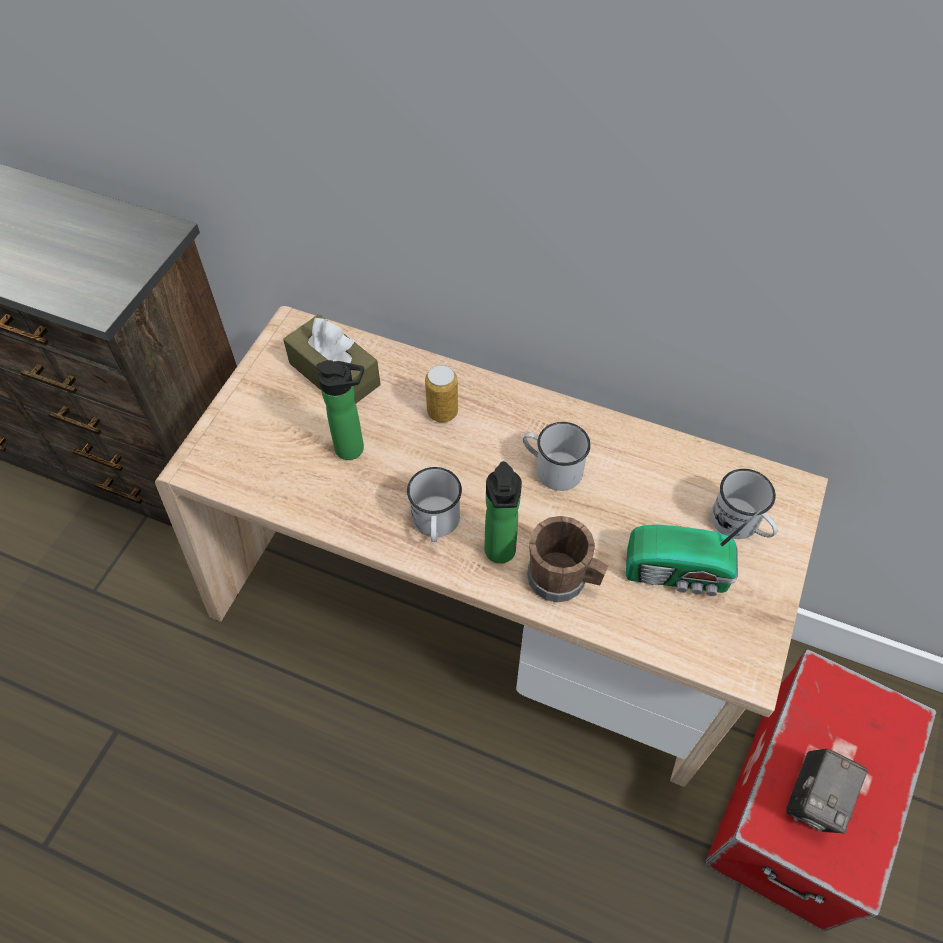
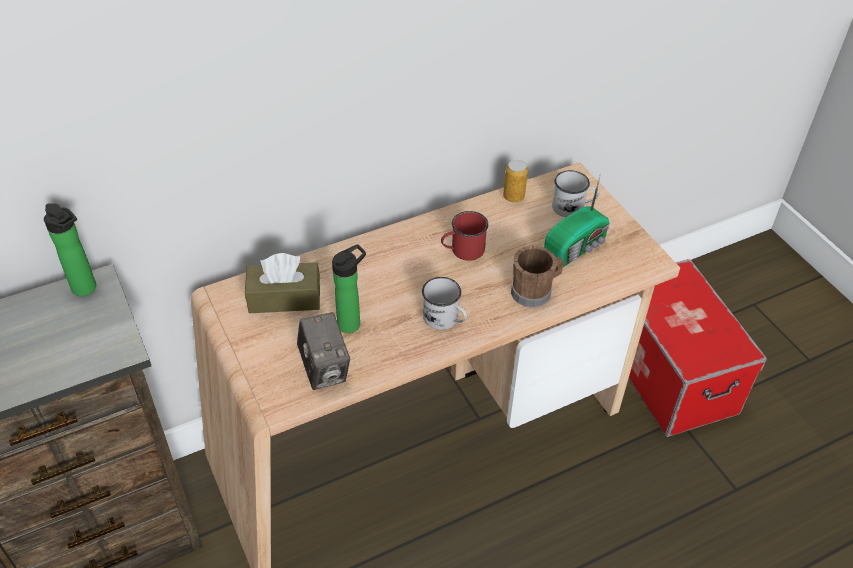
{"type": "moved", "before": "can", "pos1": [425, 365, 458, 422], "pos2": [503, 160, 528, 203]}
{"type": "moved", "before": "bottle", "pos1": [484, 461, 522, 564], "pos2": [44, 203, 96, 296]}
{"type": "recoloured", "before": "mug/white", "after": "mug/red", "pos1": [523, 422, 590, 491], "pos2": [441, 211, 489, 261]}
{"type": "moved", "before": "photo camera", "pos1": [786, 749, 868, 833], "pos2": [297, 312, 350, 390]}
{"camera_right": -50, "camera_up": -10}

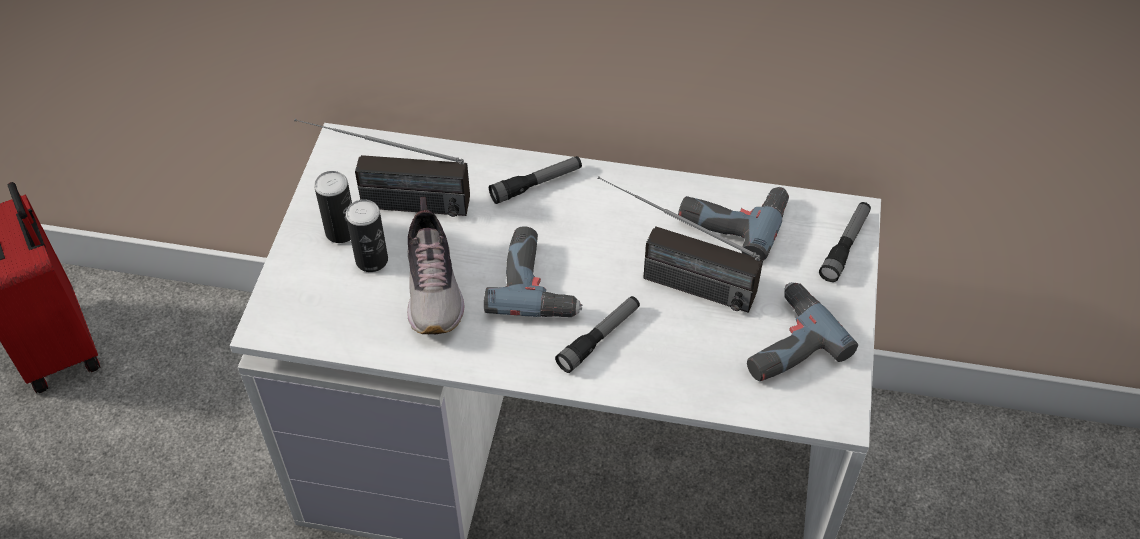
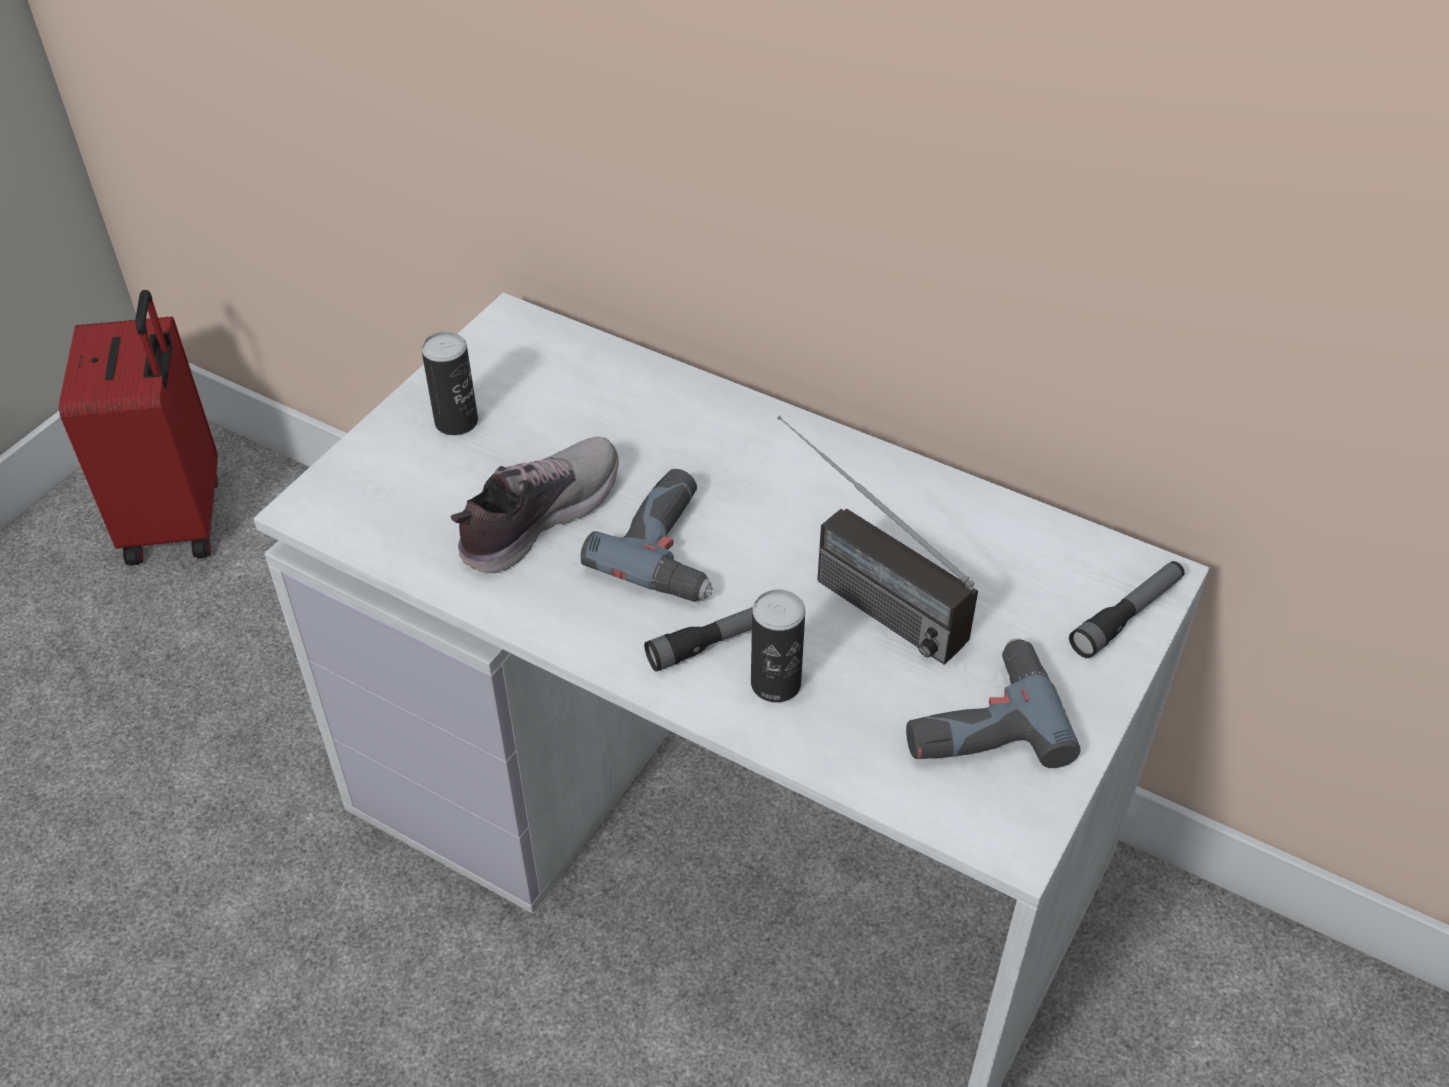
{"type": "removed", "before": "radio", "pos1": [294, 119, 470, 217]}
{"type": "moved", "before": "can", "pos1": [346, 199, 388, 272], "pos2": [751, 589, 805, 702]}
{"type": "turned", "before": "shoe", "pos1": [407, 197, 465, 334], "pos2": [450, 437, 619, 573], "turn": -150}
{"type": "removed", "before": "flashlight", "pos1": [489, 156, 582, 204]}
{"type": "removed", "before": "power drill", "pos1": [678, 187, 789, 260]}
{"camera_right": 20, "camera_up": -5}

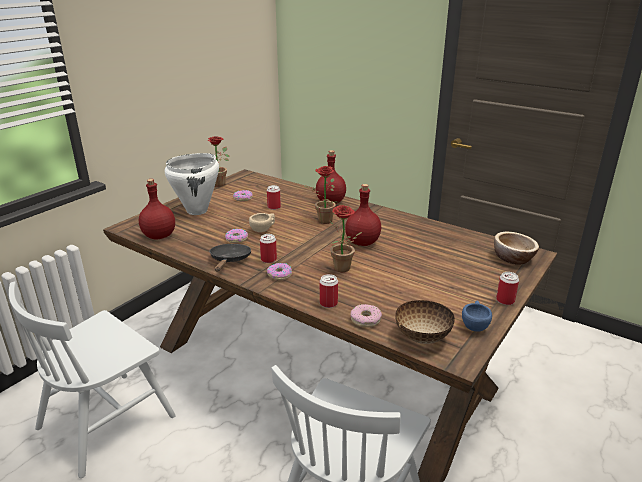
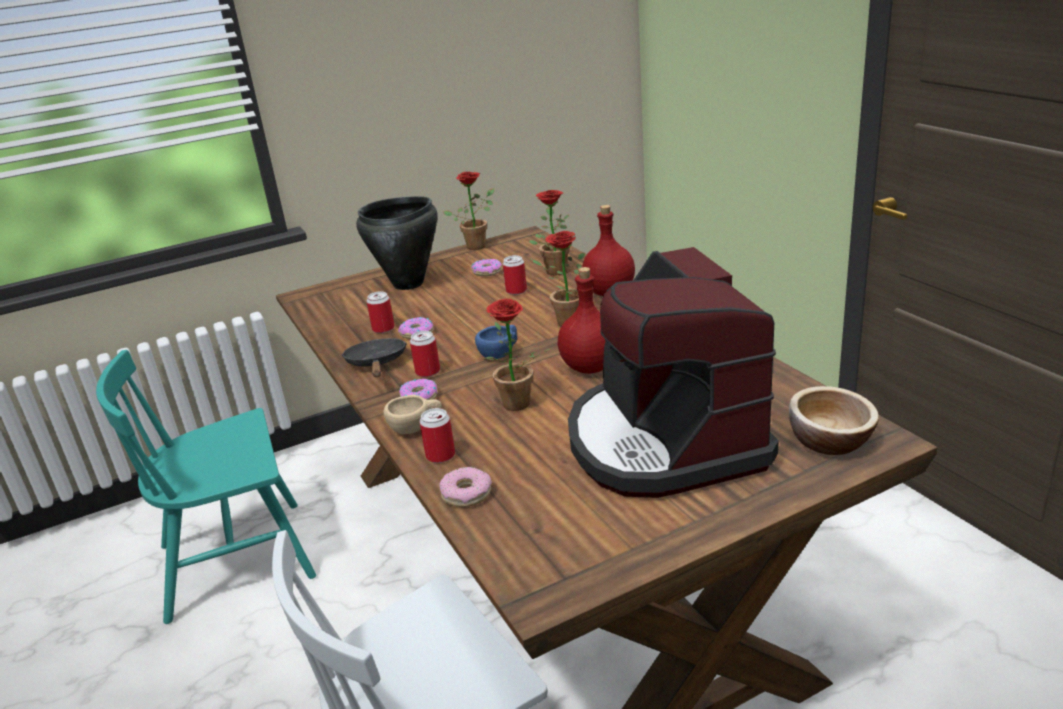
{"type": "recoloured", "before": "chair/white", "after": "chair/turquoise", "pos1": [9, 282, 176, 478], "pos2": [96, 350, 316, 624]}
{"type": "removed", "before": "bottle/red", "pos1": [139, 179, 175, 240]}
{"type": "recoloured", "before": "cooking pot/white", "after": "cooking pot/black", "pos1": [165, 153, 219, 215], "pos2": [356, 196, 438, 290]}
{"type": "turned", "before": "frying pan/black", "pos1": [210, 244, 251, 271], "pos2": [341, 338, 407, 377], "turn": -45}
{"type": "moved", "before": "cup/beige", "pos1": [249, 213, 275, 232], "pos2": [383, 395, 442, 434]}
{"type": "removed", "before": "bowl", "pos1": [395, 300, 455, 344]}
{"type": "moved", "before": "cup/blue", "pos1": [462, 300, 492, 331], "pos2": [475, 325, 517, 359]}
{"type": "moved", "before": "can", "pos1": [496, 272, 519, 305], "pos2": [367, 291, 395, 333]}
{"type": "added", "after": "potted plant", "pos2": [529, 190, 570, 276]}
{"type": "added", "after": "coffee machine", "pos2": [568, 247, 779, 498]}
{"camera_right": 30, "camera_up": 0}

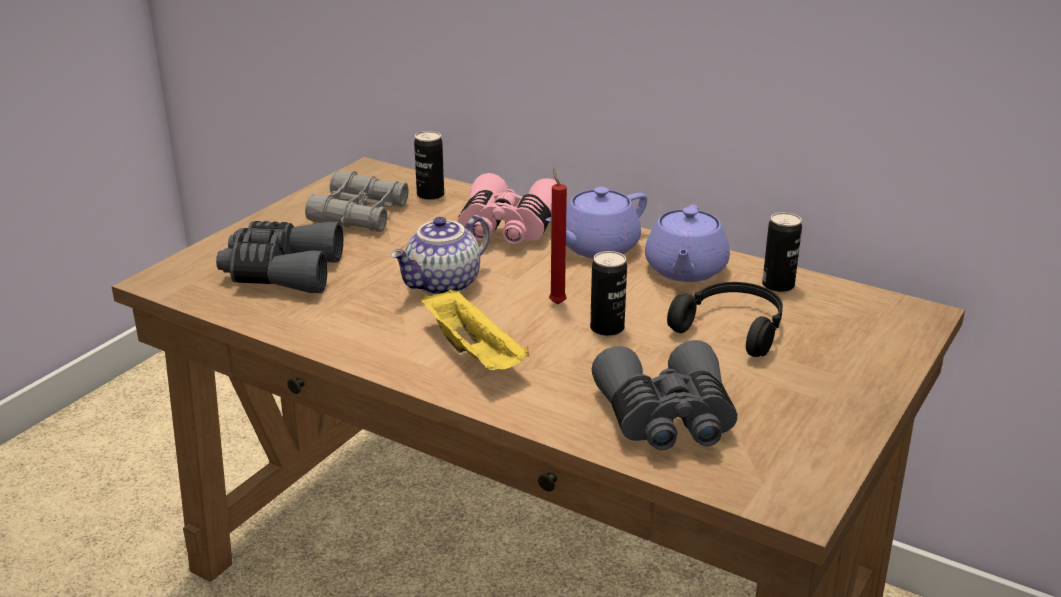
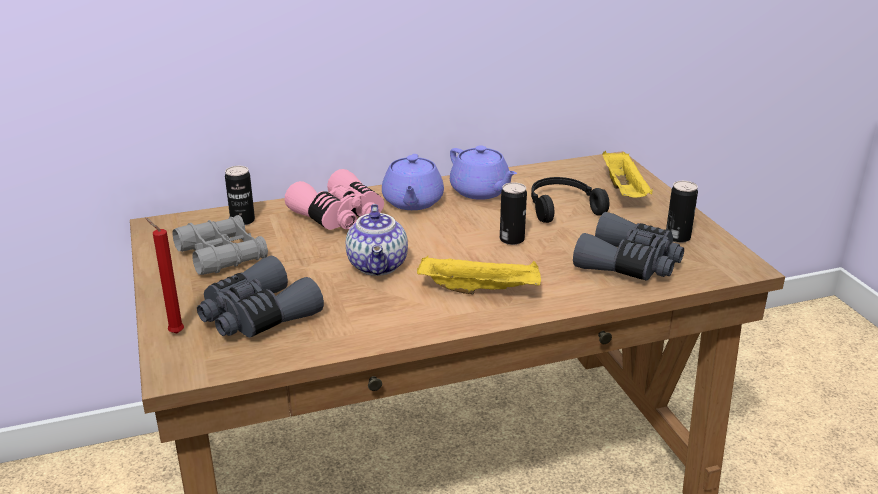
{"type": "moved", "before": "candle/red", "pos1": [549, 167, 567, 304], "pos2": [145, 218, 184, 334]}
{"type": "moved", "before": "can", "pos1": [762, 212, 802, 292], "pos2": [666, 181, 698, 243]}
{"type": "added", "after": "tray/yellow", "pos2": [602, 151, 653, 198]}
{"camera_right": -50, "camera_up": 0}

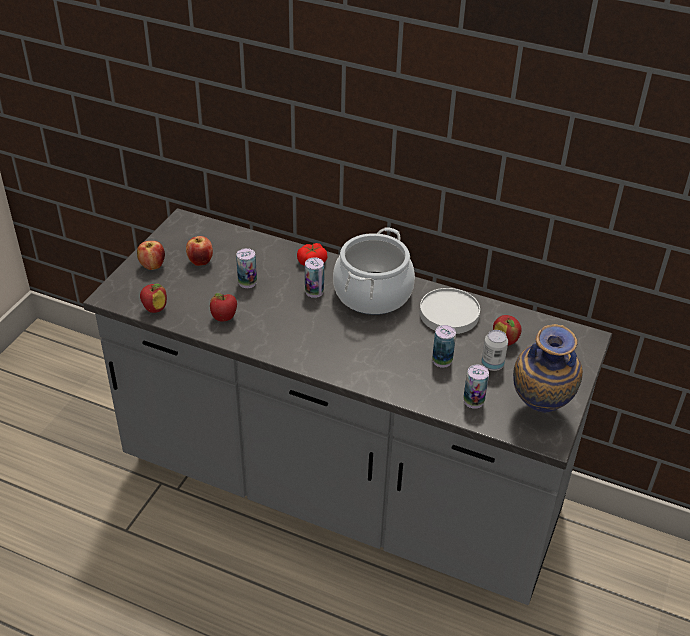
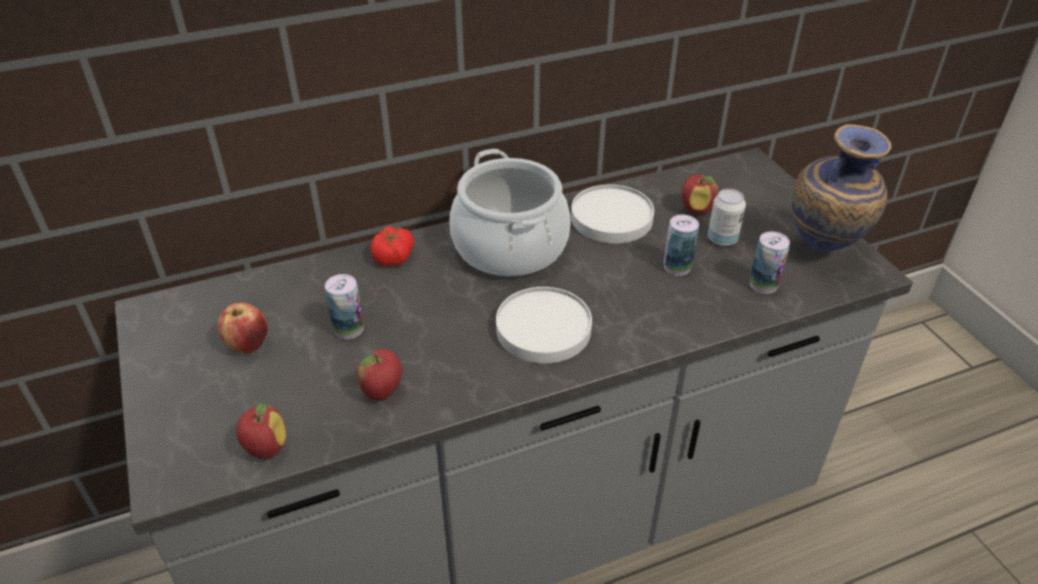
{"type": "removed", "before": "apple", "pos1": [137, 241, 165, 270]}
{"type": "removed", "before": "can", "pos1": [305, 257, 324, 298]}
{"type": "added", "after": "plate/white", "pos2": [496, 287, 592, 363]}
{"camera_right": -45, "camera_up": 0}

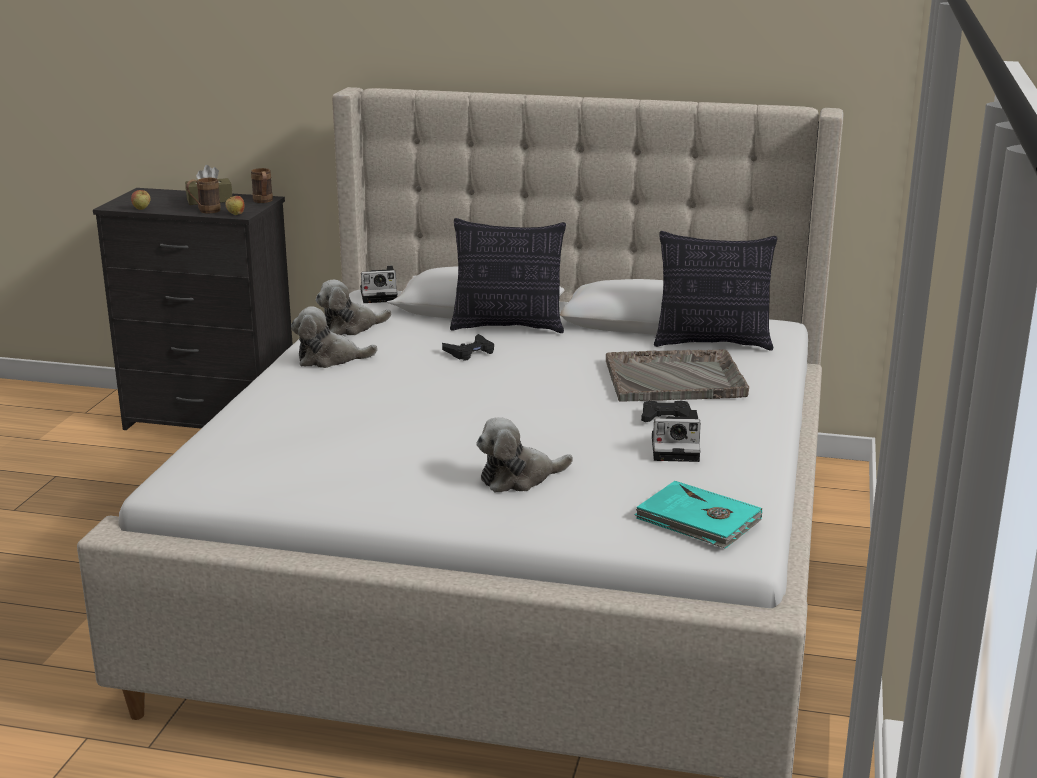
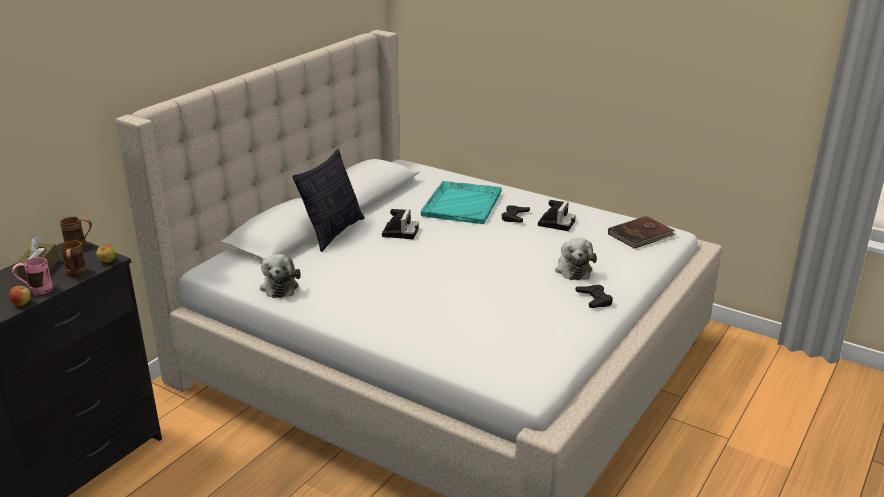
{"type": "removed", "before": "plush toy", "pos1": [291, 306, 378, 368]}
{"type": "moved", "before": "photo camera", "pos1": [360, 266, 398, 303], "pos2": [382, 209, 419, 239]}
{"type": "moved", "before": "game controller/black", "pos1": [442, 334, 494, 361], "pos2": [575, 285, 613, 308]}
{"type": "recoloured", "before": "tray/grey", "after": "tray/turquoise", "pos1": [606, 349, 749, 402], "pos2": [421, 181, 501, 224]}
{"type": "recoloured", "before": "book/turquoise", "after": "book/brown", "pos1": [634, 481, 762, 549], "pos2": [608, 216, 676, 249]}
{"type": "removed", "before": "pillow", "pos1": [654, 231, 777, 350]}
{"type": "added", "after": "mug/pink", "pos2": [12, 257, 53, 295]}
{"camera_right": -70, "camera_up": 5}

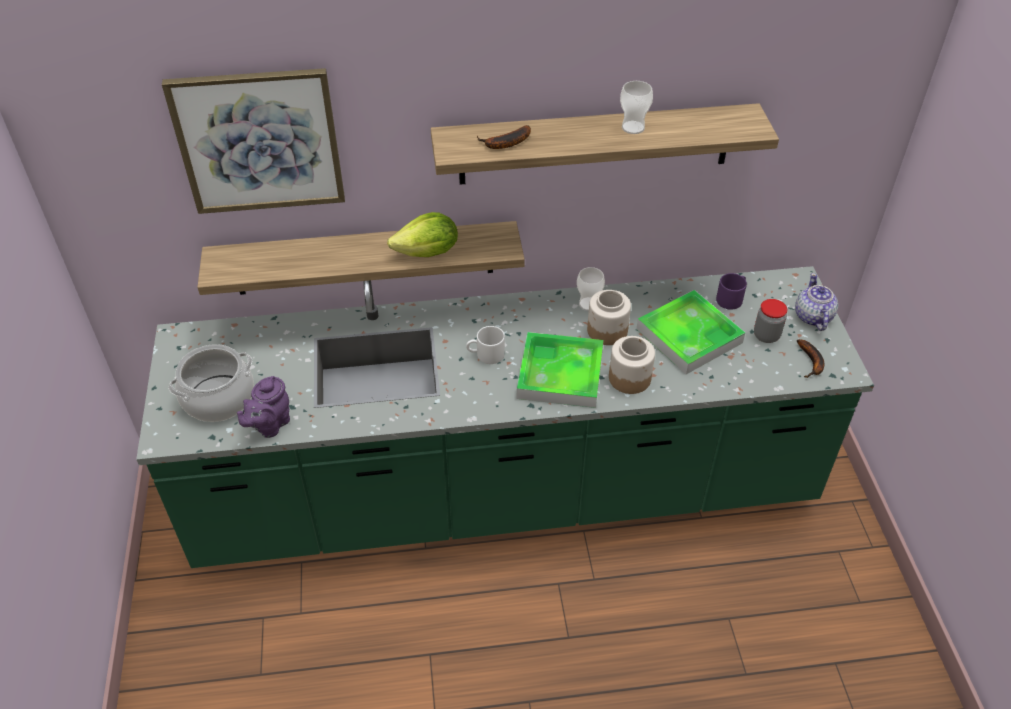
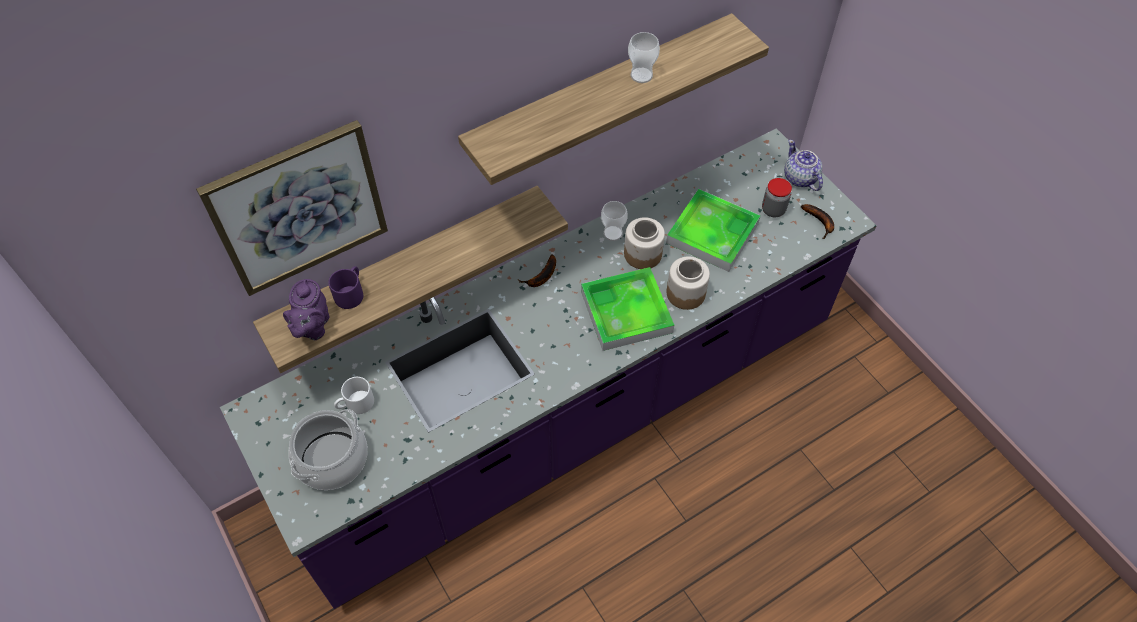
{"type": "recoloured", "before": "counter/green", "after": "counter/purple", "pos1": [136, 266, 874, 568], "pos2": [220, 128, 877, 609]}
{"type": "moved", "before": "teapot/purple", "pos1": [237, 376, 290, 438], "pos2": [283, 279, 329, 340]}
{"type": "removed", "before": "lettuce", "pos1": [387, 212, 458, 257]}
{"type": "moved", "before": "mug/white", "pos1": [466, 326, 505, 364], "pos2": [334, 377, 374, 414]}
{"type": "moved", "before": "banana", "pos1": [477, 125, 531, 149], "pos2": [517, 254, 556, 287]}
{"type": "moved", "before": "mug/purple", "pos1": [716, 273, 747, 310], "pos2": [328, 266, 363, 309]}
{"camera_right": -25, "camera_up": 10}

